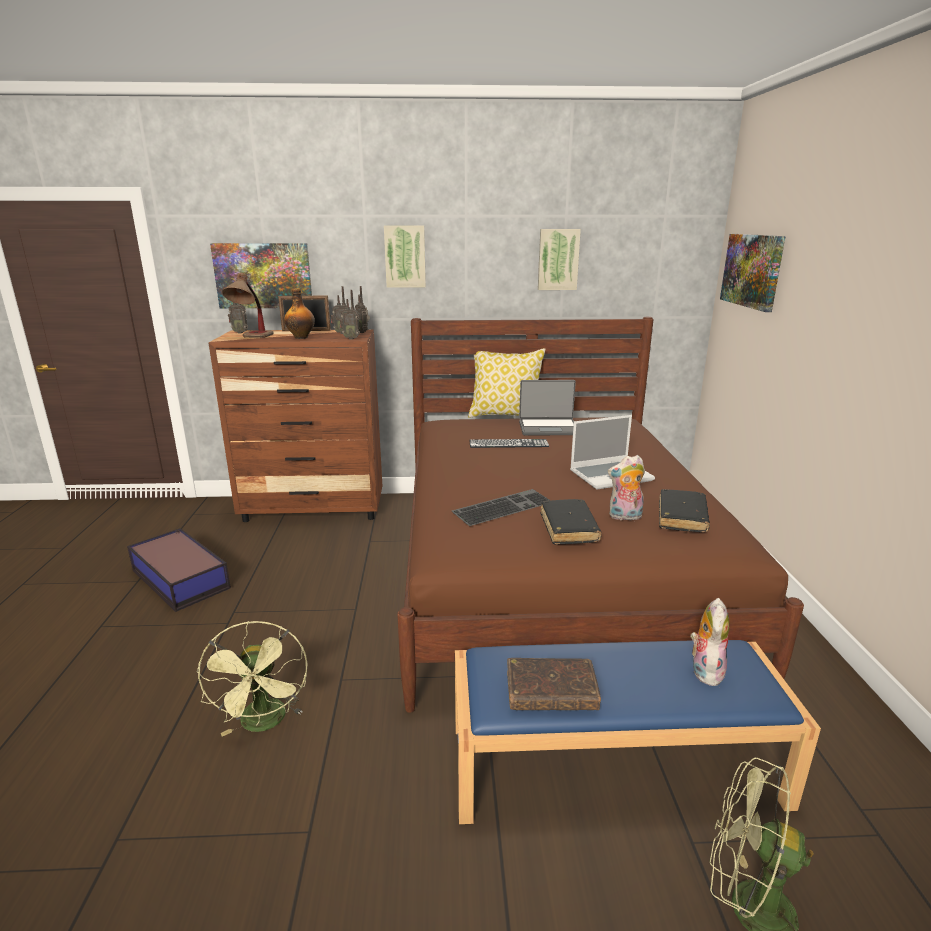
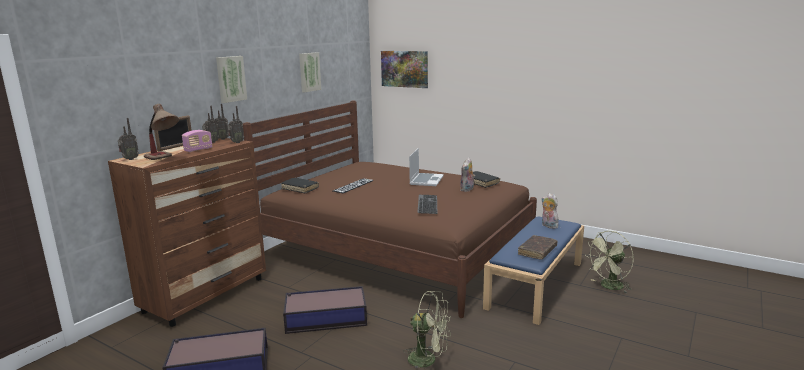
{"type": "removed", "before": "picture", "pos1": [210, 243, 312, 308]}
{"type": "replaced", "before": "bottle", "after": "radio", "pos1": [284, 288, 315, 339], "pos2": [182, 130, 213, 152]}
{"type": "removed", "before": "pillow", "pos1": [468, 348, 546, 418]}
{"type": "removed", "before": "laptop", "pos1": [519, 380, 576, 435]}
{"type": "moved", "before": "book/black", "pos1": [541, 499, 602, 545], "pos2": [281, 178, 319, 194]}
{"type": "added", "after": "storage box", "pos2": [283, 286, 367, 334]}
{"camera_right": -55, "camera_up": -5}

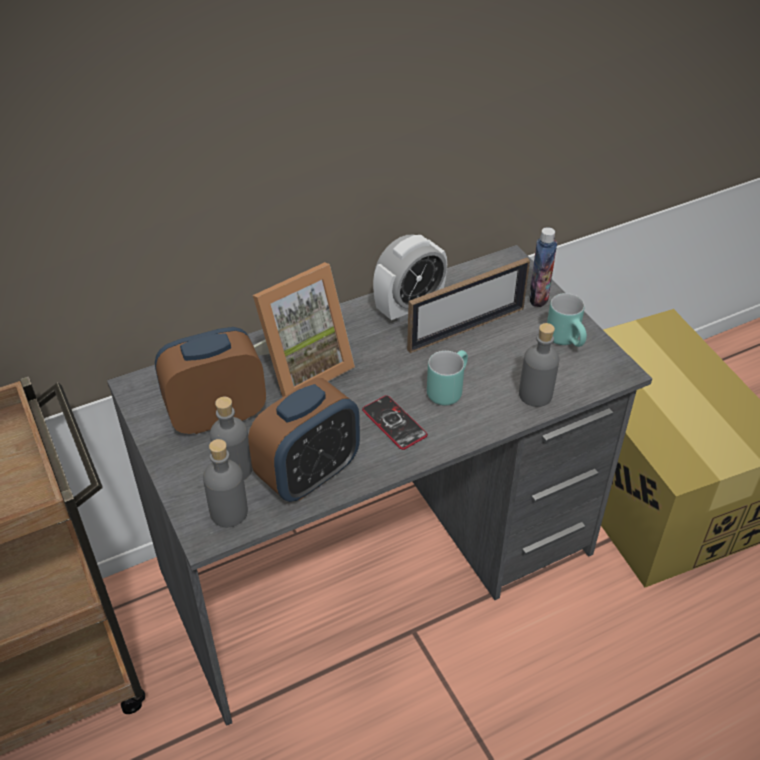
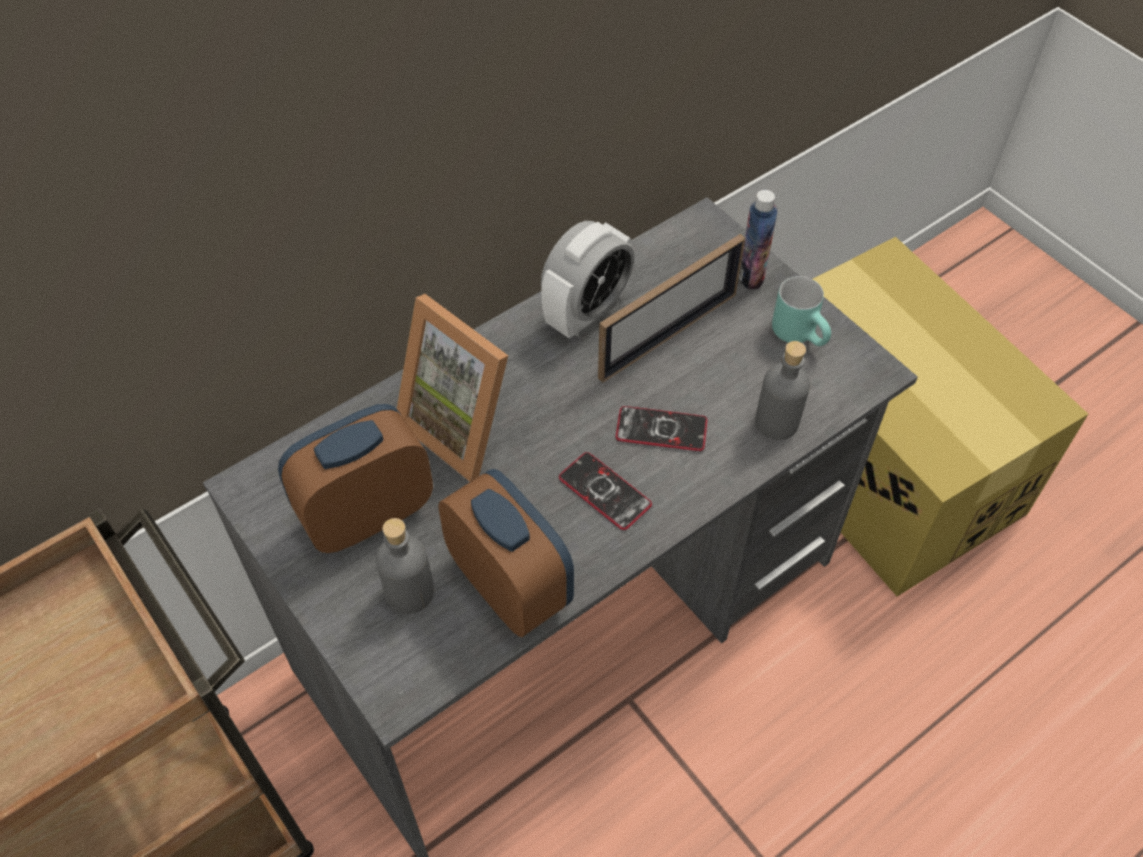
{"type": "removed", "before": "bottle/grey", "pos1": [203, 439, 248, 527]}
{"type": "turned", "before": "alarm clock", "pos1": [248, 378, 360, 502], "pos2": [438, 469, 574, 637], "turn": -75}
{"type": "turned", "before": "picture frame", "pos1": [253, 262, 355, 397], "pos2": [397, 294, 508, 482], "turn": 90}
{"type": "replaced", "before": "mug/turquoise", "after": "phone", "pos1": [427, 350, 468, 405], "pos2": [616, 406, 707, 451]}
{"camera_right": -10, "camera_up": 10}

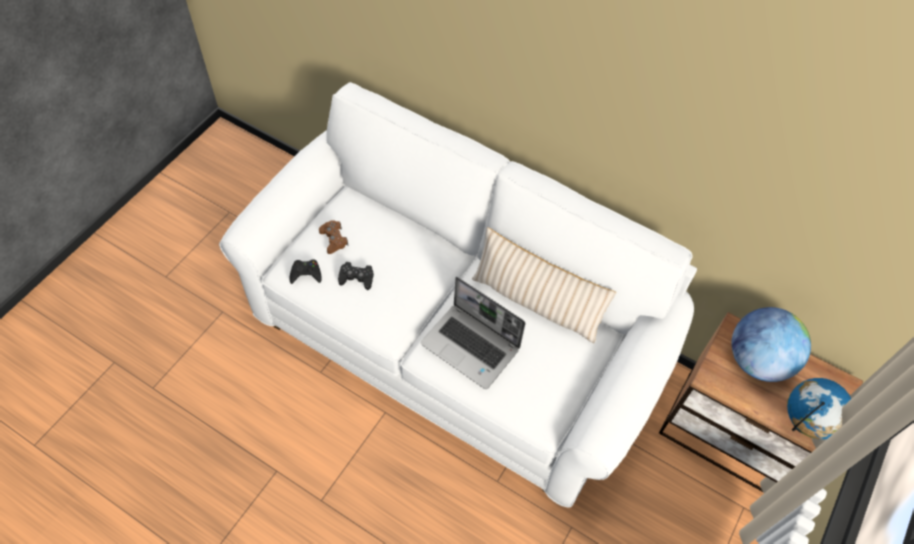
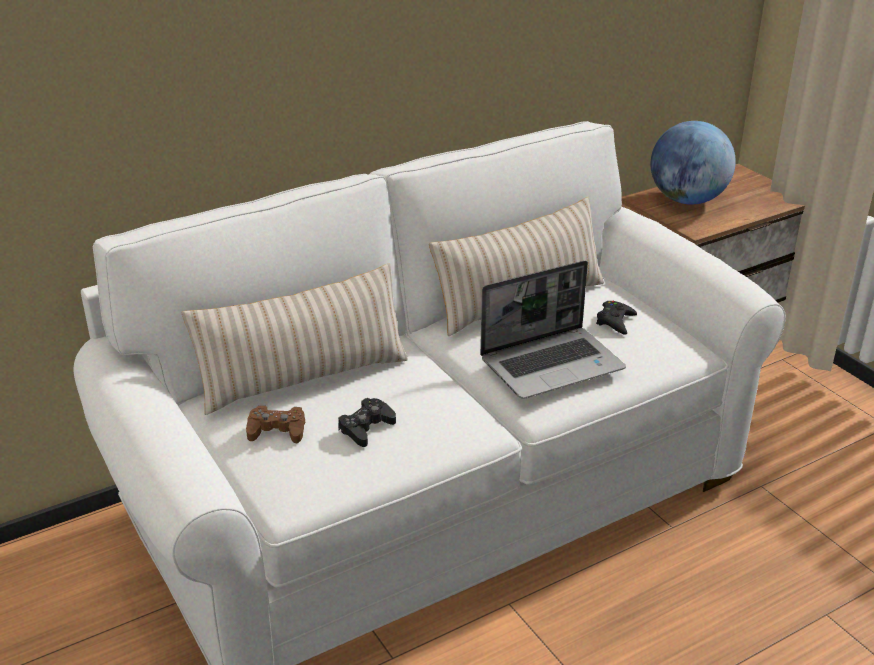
{"type": "moved", "before": "game controller/black", "pos1": [289, 259, 322, 284], "pos2": [596, 301, 637, 335]}
{"type": "removed", "before": "globe", "pos1": [787, 378, 851, 439]}
{"type": "added", "after": "pillow/beige", "pos2": [182, 264, 408, 415]}
{"camera_right": -60, "camera_up": -25}

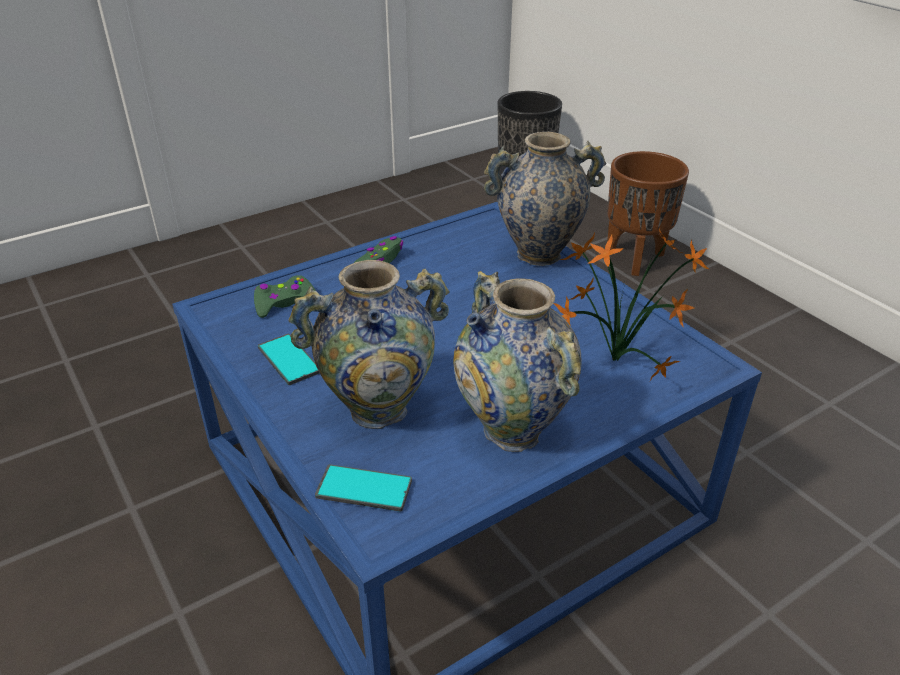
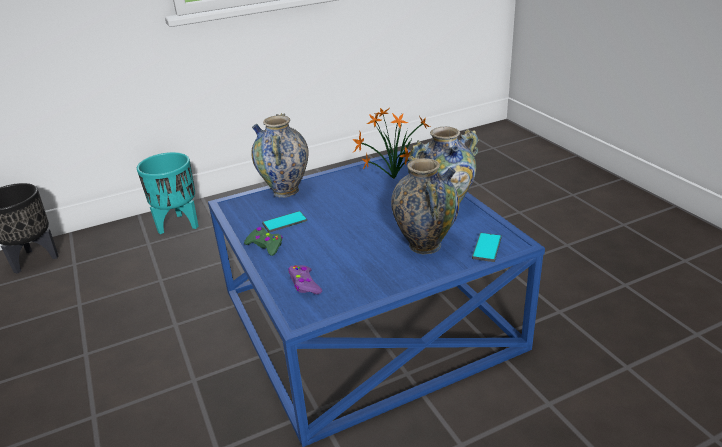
{"type": "recoloured", "before": "game controller/green", "after": "game controller/purple", "pos1": [254, 275, 316, 318], "pos2": [288, 265, 322, 295]}
{"type": "moved", "before": "phone", "pos1": [258, 334, 319, 385], "pos2": [262, 211, 307, 233]}
{"type": "recoloured", "before": "planter/brown", "after": "planter/turquoise", "pos1": [607, 151, 689, 276], "pos2": [137, 152, 199, 234]}
{"camera_right": -80, "camera_up": -5}

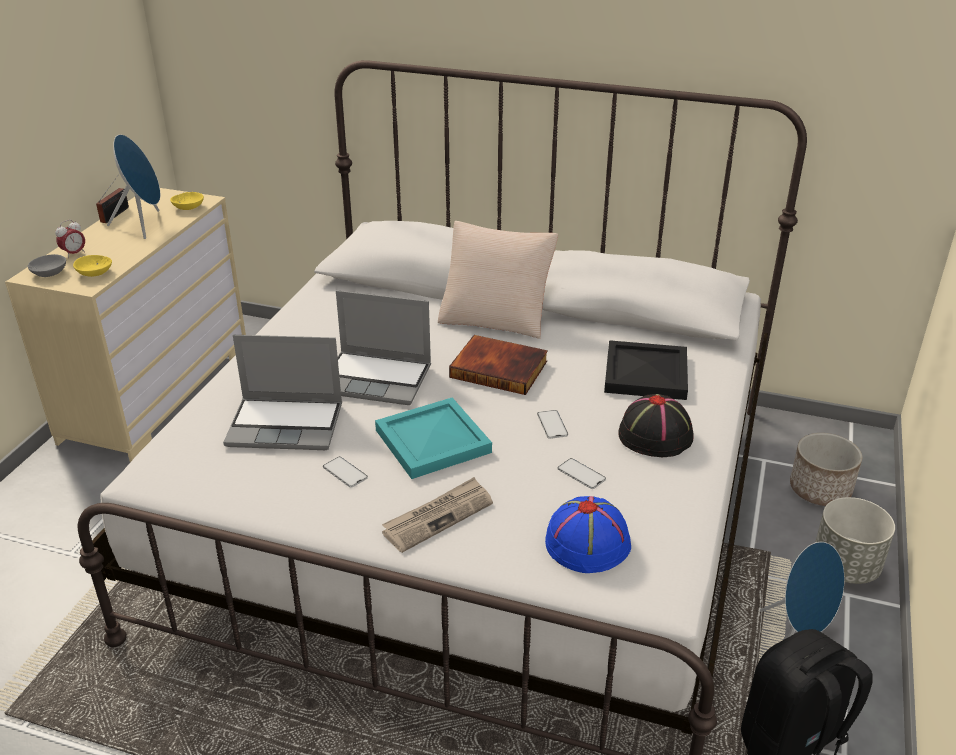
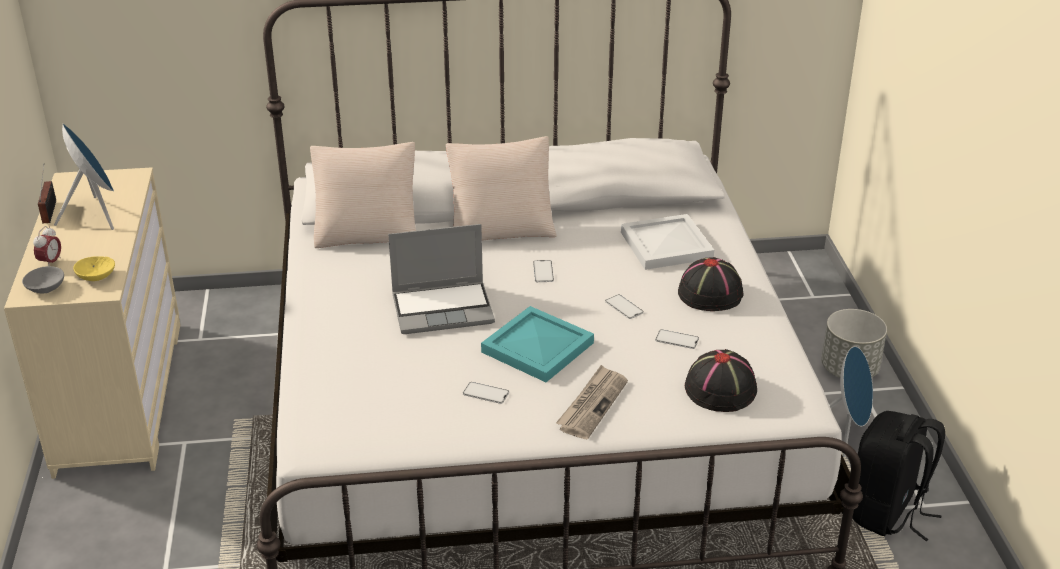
{"type": "removed", "before": "bowl/yellow", "pos1": [170, 192, 204, 210]}
{"type": "removed", "before": "laptop", "pos1": [223, 335, 342, 450]}
{"type": "replaced", "before": "book", "after": "phone", "pos1": [449, 335, 548, 395], "pos2": [533, 260, 554, 282]}
{"type": "recoloured", "before": "hat/blue", "after": "hat/black", "pos1": [545, 496, 631, 573], "pos2": [685, 349, 757, 412]}
{"type": "recoloured", "before": "tray/black", "after": "tray/white", "pos1": [604, 340, 688, 400], "pos2": [621, 214, 714, 270]}
{"type": "removed", "before": "planter", "pos1": [790, 433, 862, 506]}
{"type": "added", "after": "pillow/beige", "pos2": [310, 142, 416, 248]}
{"camera_right": -25, "camera_up": 0}

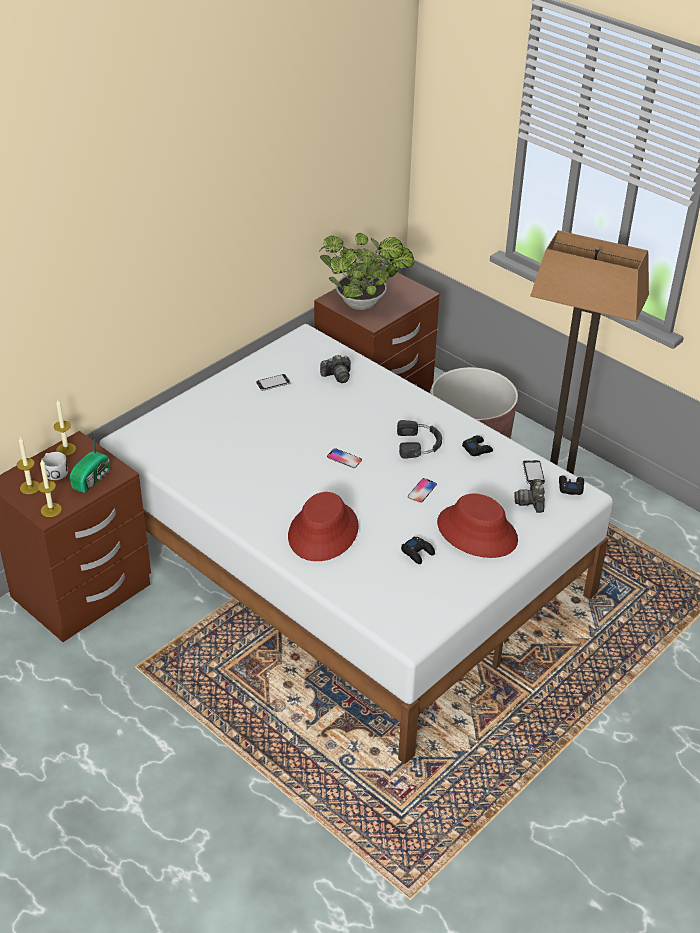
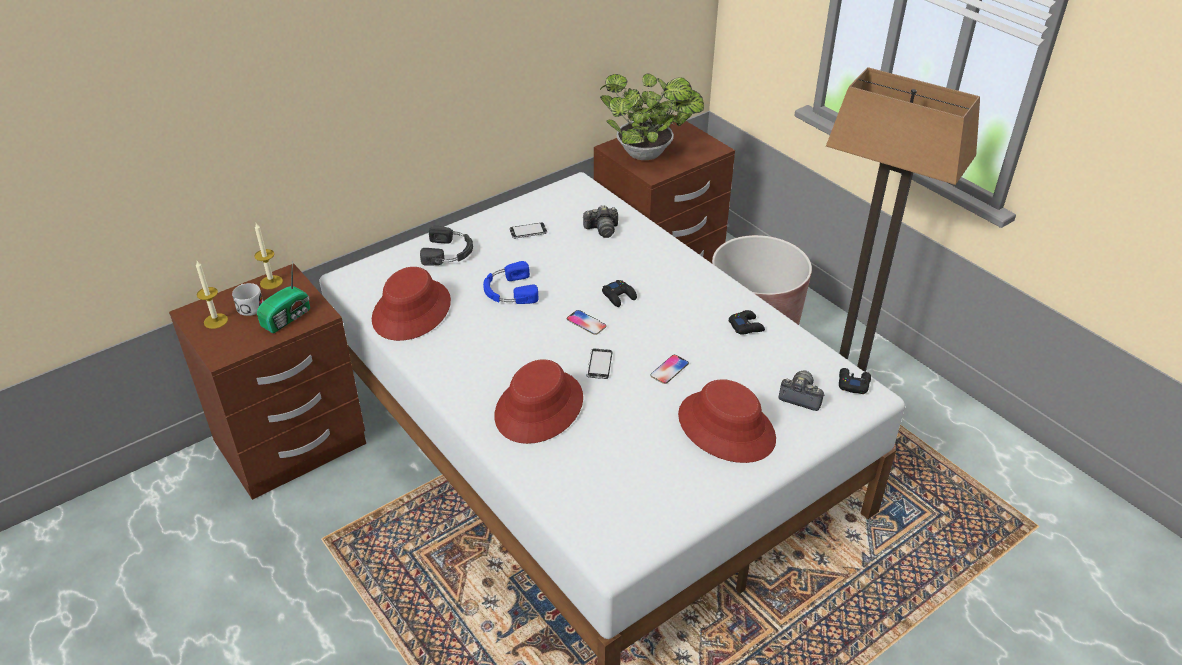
{"type": "removed", "before": "candle", "pos1": [38, 460, 62, 517]}
{"type": "moved", "before": "headphones/black", "pos1": [397, 420, 442, 459], "pos2": [420, 225, 473, 266]}
{"type": "moved", "before": "game controller/black", "pos1": [401, 536, 435, 564], "pos2": [602, 280, 637, 307]}
{"type": "turned", "before": "photo camera", "pos1": [514, 479, 545, 513], "pos2": [778, 371, 825, 411], "turn": 105}
{"type": "moved", "before": "phone", "pos1": [522, 460, 545, 484], "pos2": [586, 349, 612, 379]}
{"type": "added", "after": "hat/red", "pos2": [372, 267, 451, 341]}
{"type": "added", "after": "headphones/blue", "pos2": [483, 261, 538, 304]}
{"camera_right": 10, "camera_up": 0}

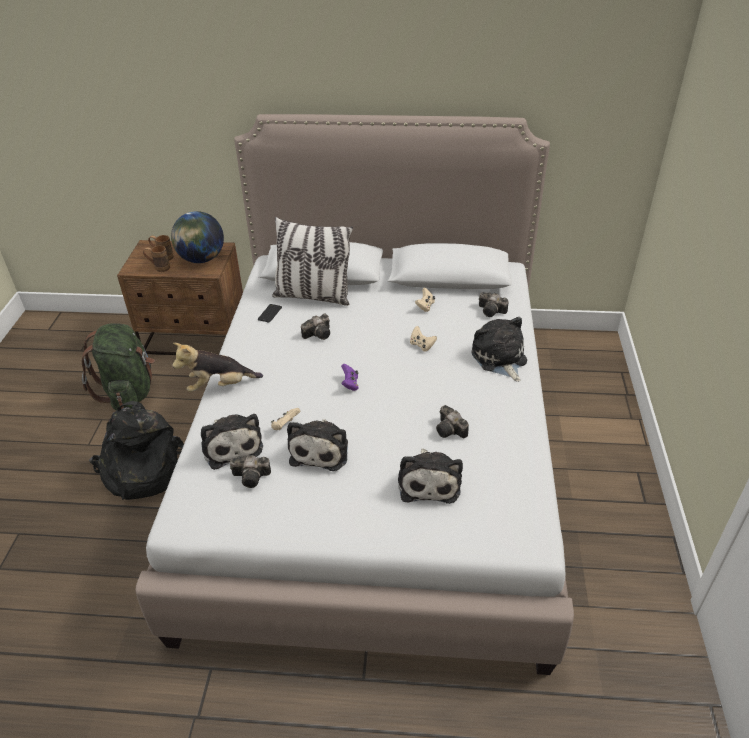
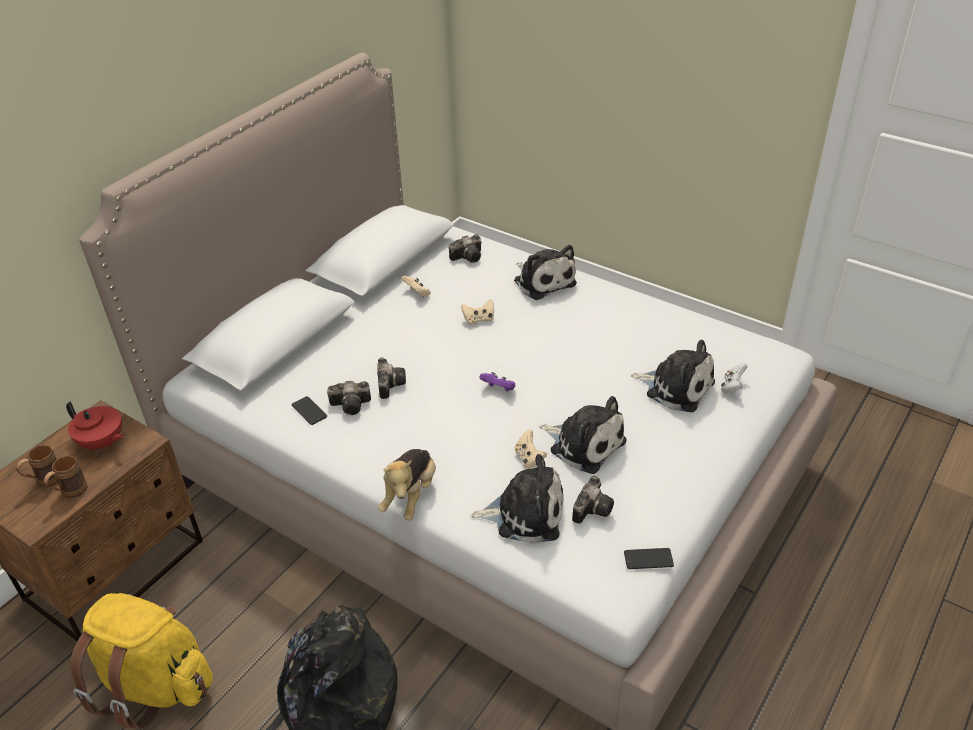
{"type": "recoloured", "before": "backpack/green", "after": "backpack/yellow", "pos1": [82, 323, 155, 411], "pos2": [70, 593, 213, 730]}
{"type": "replaced", "before": "globe", "after": "teapot/red", "pos1": [171, 211, 224, 263], "pos2": [66, 401, 125, 451]}
{"type": "removed", "before": "pillow", "pos1": [272, 217, 353, 306]}
{"type": "moved", "before": "photo camera", "pos1": [436, 405, 469, 438], "pos2": [327, 381, 371, 415]}
{"type": "turned", "before": "plush toy", "pos1": [472, 317, 527, 382], "pos2": [514, 245, 577, 300], "turn": -135}
{"type": "added", "after": "phone", "pos2": [624, 548, 674, 569]}
{"type": "added", "after": "game controller/white", "pos2": [721, 363, 748, 394]}
{"camera_right": -60, "camera_up": 0}

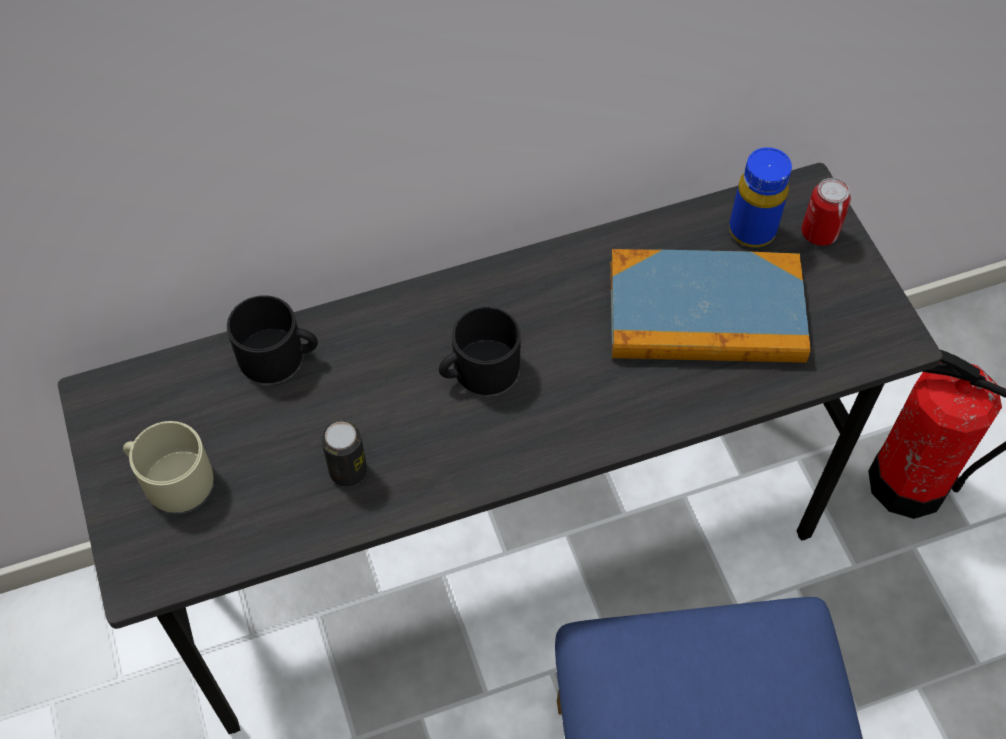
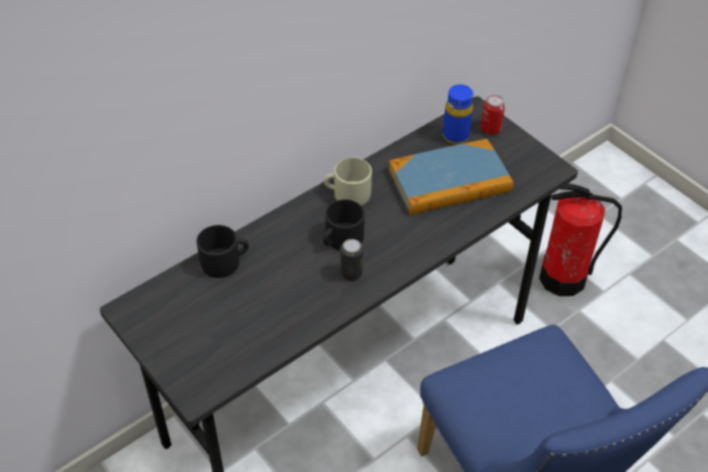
{"type": "moved", "before": "mug/beige", "pos1": [123, 421, 213, 513], "pos2": [324, 157, 372, 205]}
{"type": "moved", "before": "can", "pos1": [321, 421, 367, 487], "pos2": [341, 239, 363, 281]}
{"camera_right": -20, "camera_up": -10}

